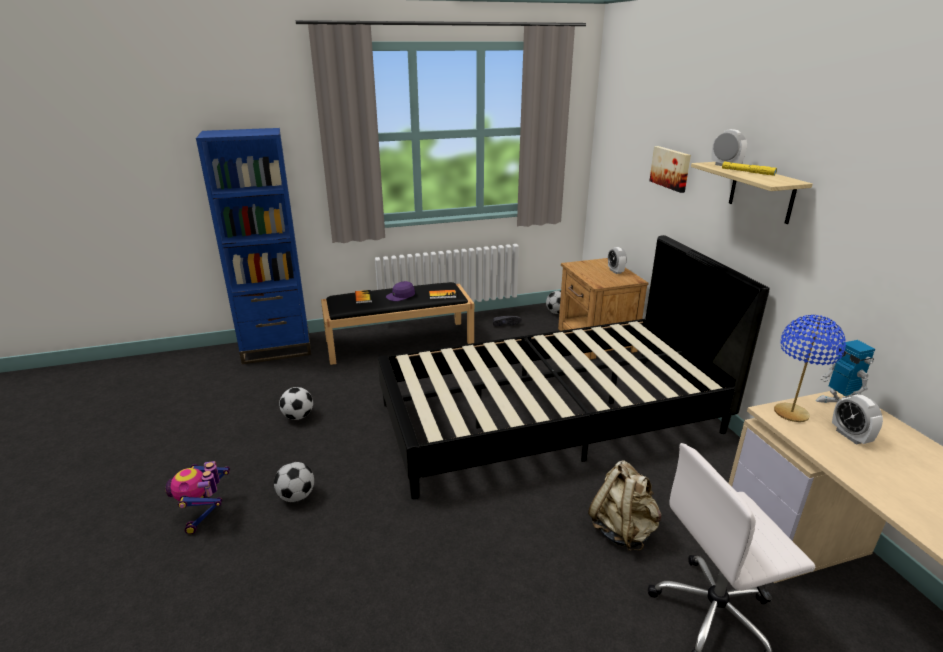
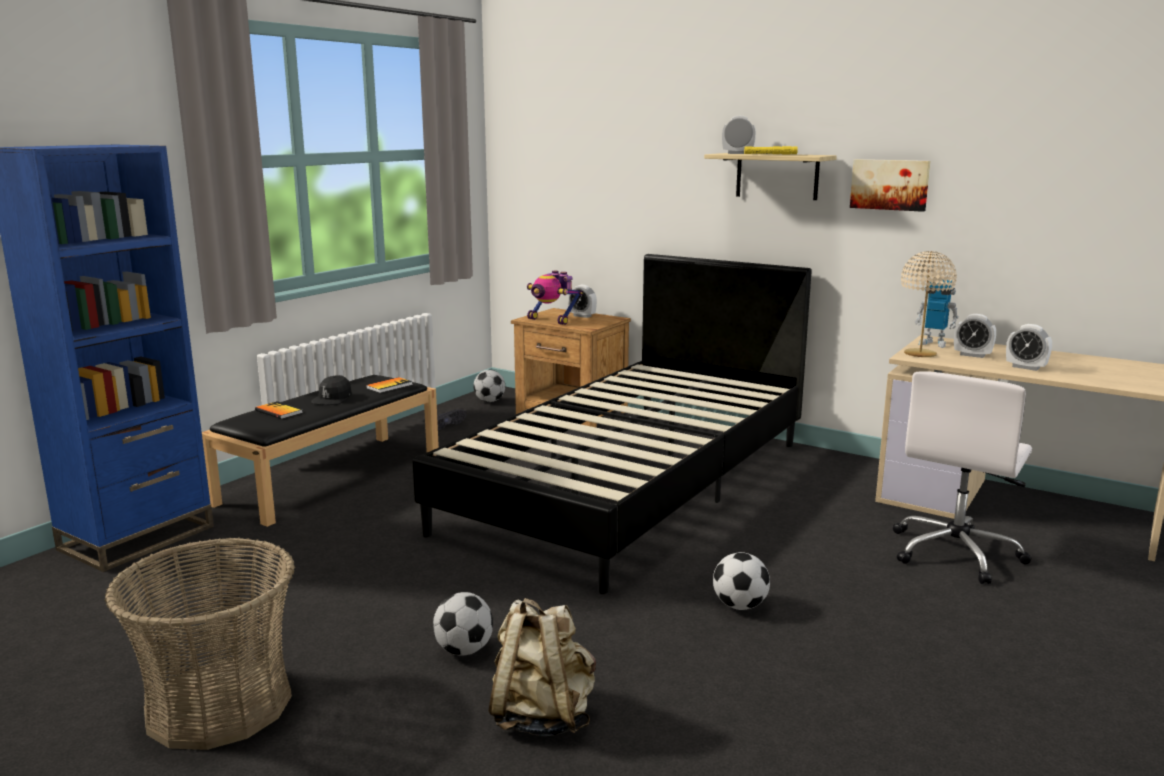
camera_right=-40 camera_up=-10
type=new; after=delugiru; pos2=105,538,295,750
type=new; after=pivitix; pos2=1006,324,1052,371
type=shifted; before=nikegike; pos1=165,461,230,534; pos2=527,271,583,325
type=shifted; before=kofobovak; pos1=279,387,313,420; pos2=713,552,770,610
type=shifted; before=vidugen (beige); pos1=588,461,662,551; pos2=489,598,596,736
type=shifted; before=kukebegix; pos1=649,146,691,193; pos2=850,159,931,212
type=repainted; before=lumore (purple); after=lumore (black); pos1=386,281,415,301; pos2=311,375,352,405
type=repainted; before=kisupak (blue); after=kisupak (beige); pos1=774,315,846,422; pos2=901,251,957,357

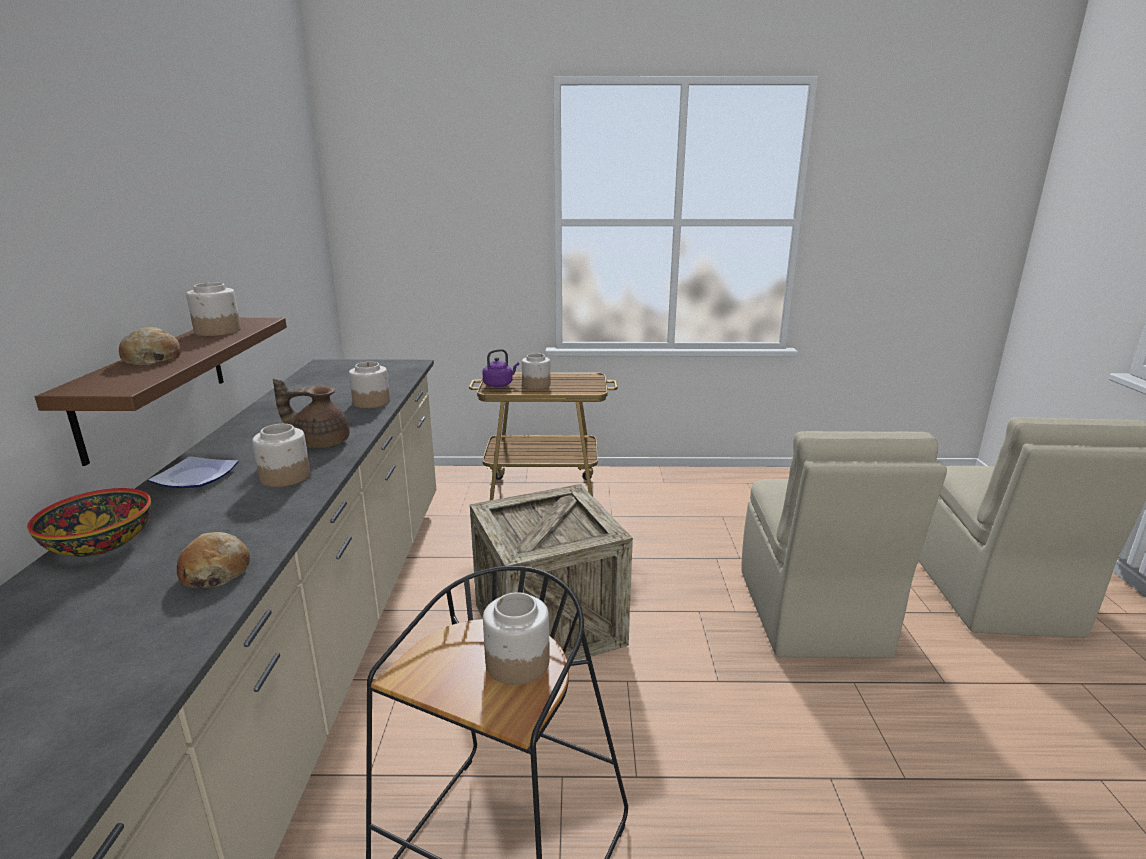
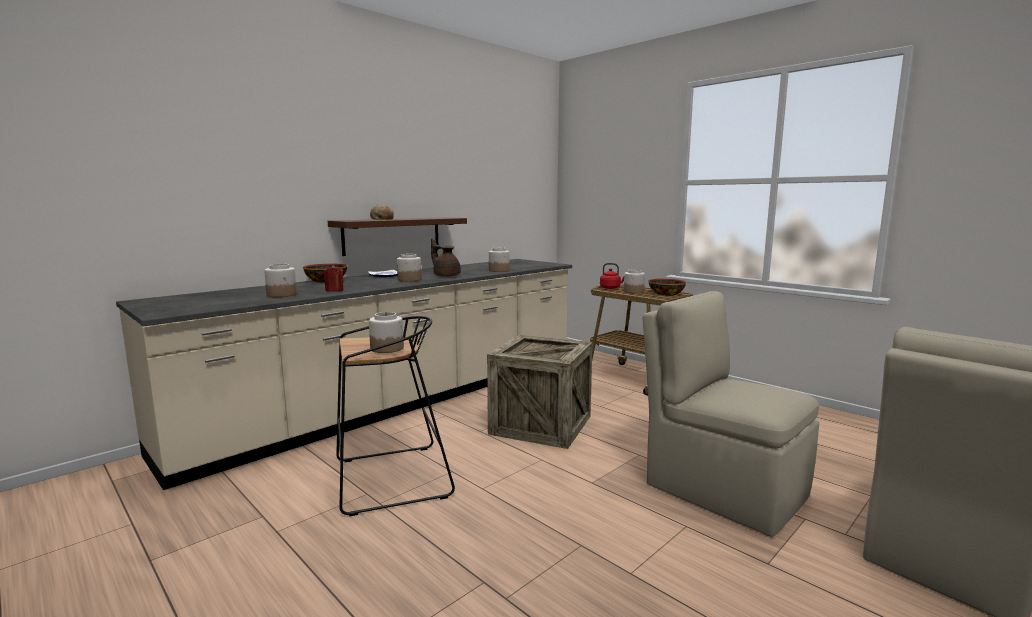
camera_right=45 camera_up=-10
type=new; after=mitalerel; pos2=648,279,686,296
type=shifted; before=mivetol; pos1=186,283,241,336; pos2=264,264,297,297
type=swapped; before=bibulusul; after=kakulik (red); pos1=177,532,250,588; pos2=324,265,343,292
type=repainted; before=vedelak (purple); after=vedelak (red); pos1=482,349,519,387; pos2=600,263,624,289
type=rotated; before=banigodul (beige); pos1=741,431,947,658; pos2=642,291,819,537; turn=90

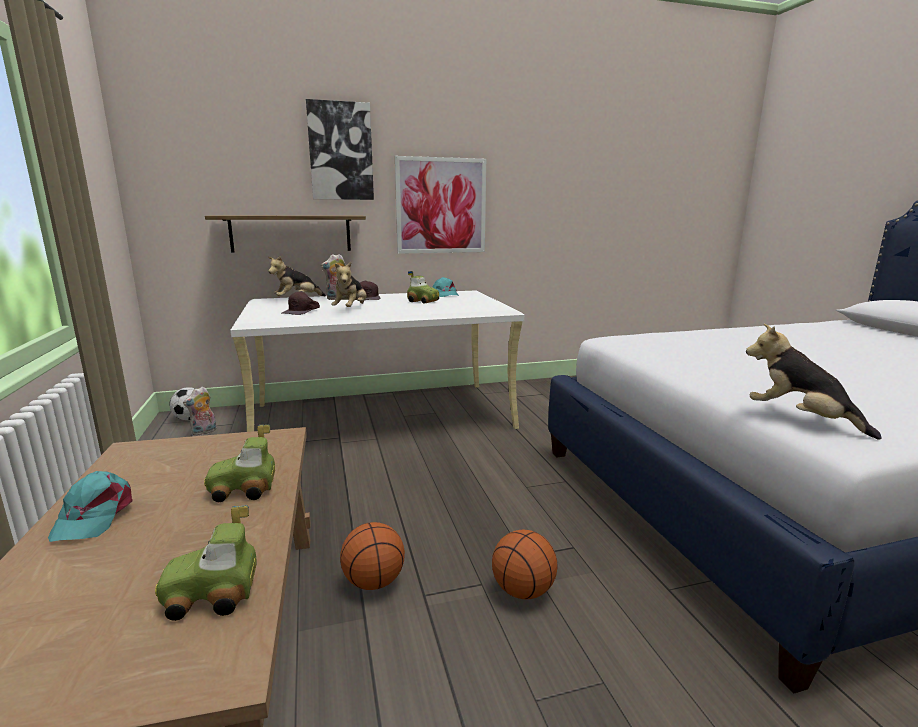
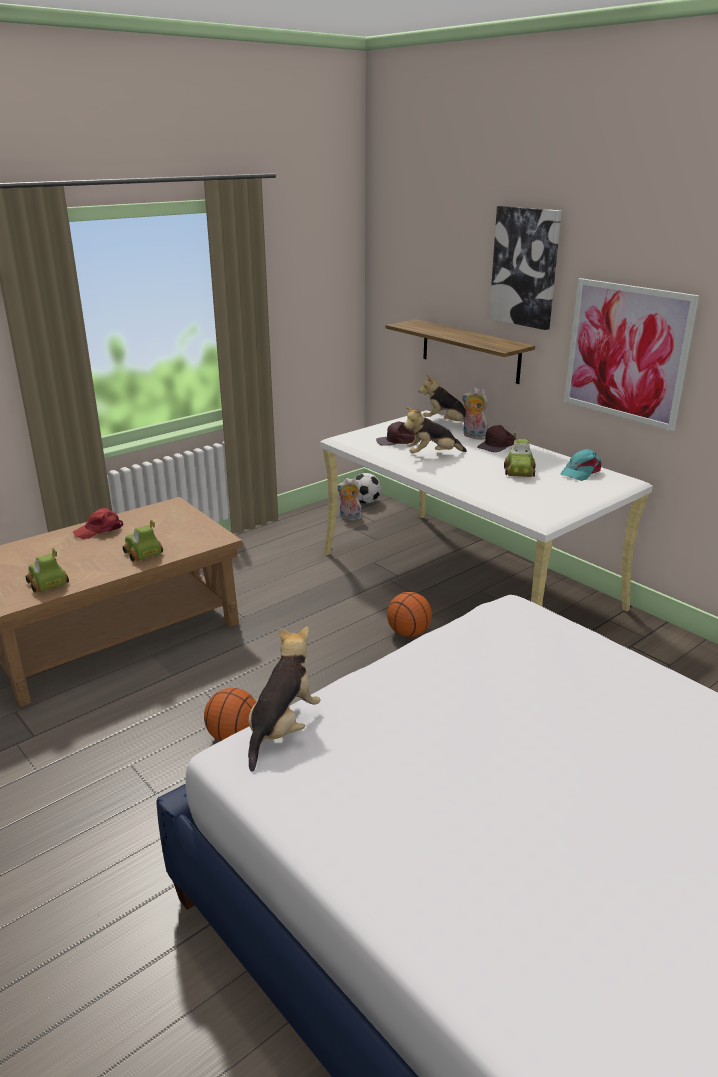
camera_right=65 camera_up=10
type=shifted; before=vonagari; pos1=340,522,405,590; pos2=387,592,432,637
type=repainted; before=lumore (turquoise); after=lumore (red); pos1=48,471,133,542; pos2=73,508,123,539

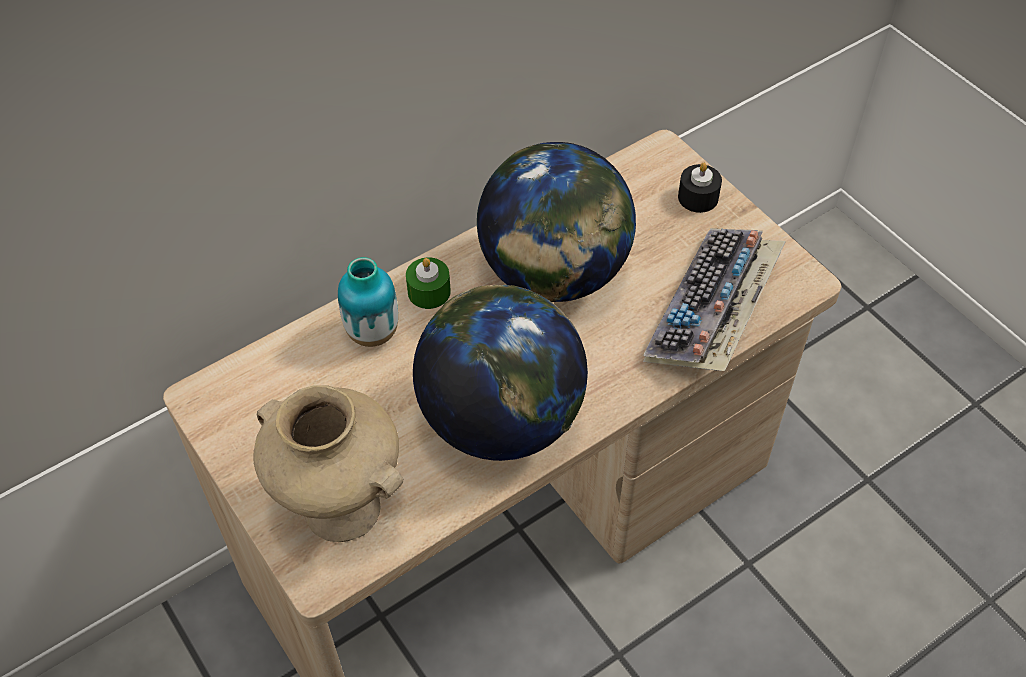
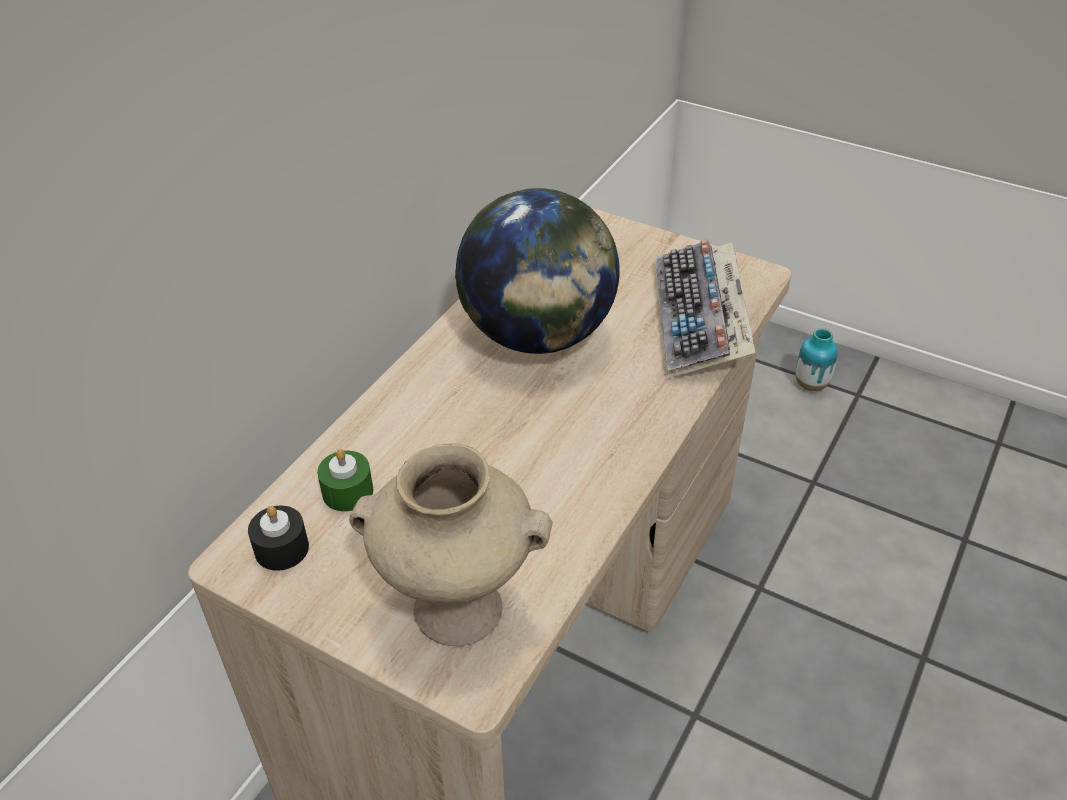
camera_right=-25 camera_up=-10
type=gone; before=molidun; pos1=413,285,588,461
type=shifted; before=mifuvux; pos1=338,257,398,347; pos2=795,328,838,391
type=shifted; before=kakulik (green); pos1=406,257,451,309; pos2=317,449,374,512
type=shifted; before=kakulik (black); pos1=678,163,722,213; pos2=248,506,309,571

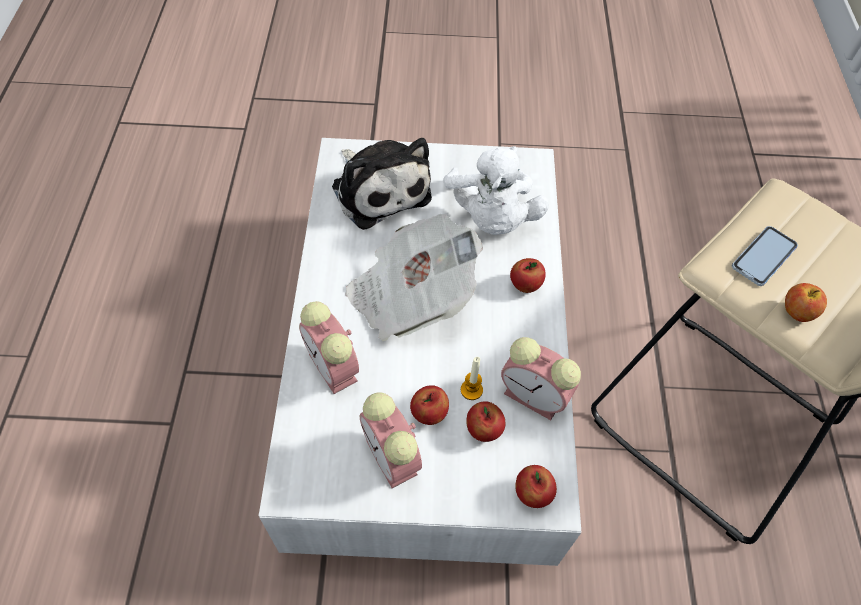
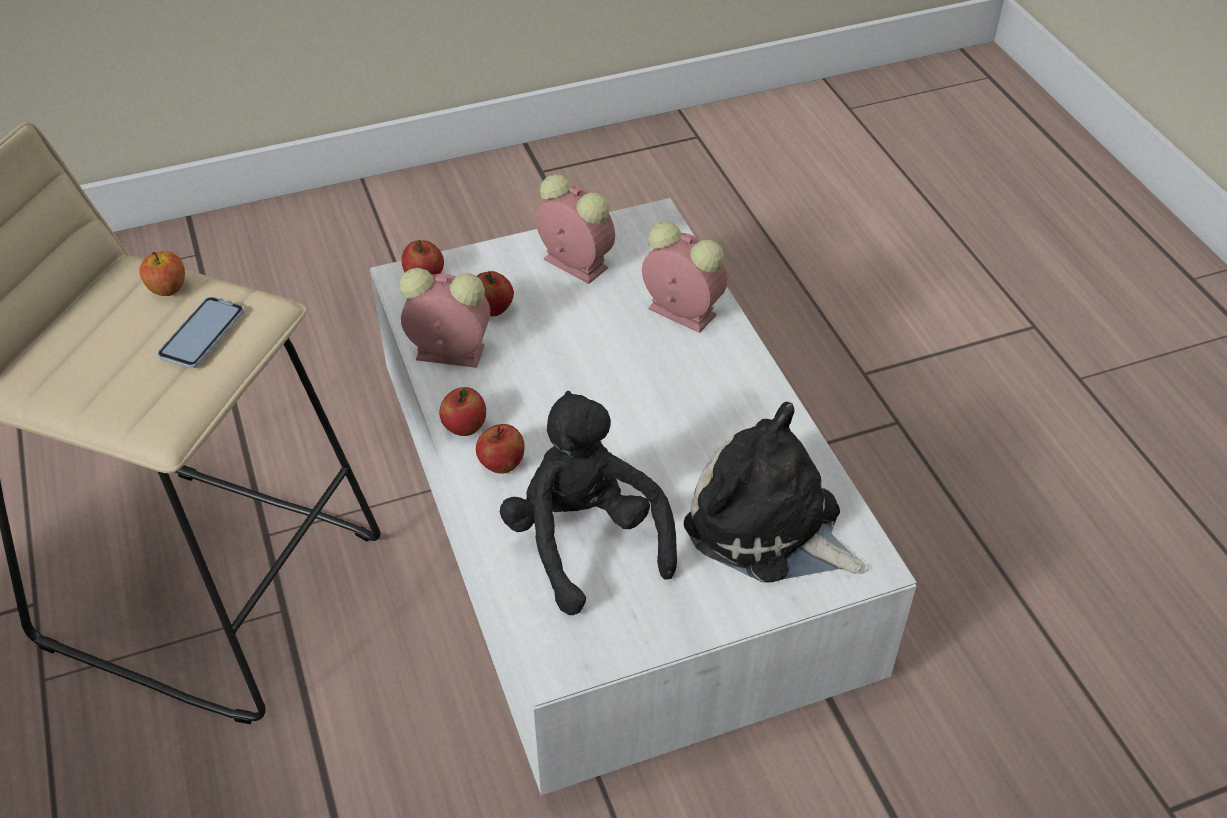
camera_right=160 camera_up=-10
type=gone; before=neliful; pos1=345,214,483,341
type=gone; before=kakulik; pos1=461,357,483,400
type=shifted; before=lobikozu; pos1=410,385,449,425; pos2=440,387,486,436
type=repainted; before=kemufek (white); after=kemufek (black); pos1=443,146,549,235; pos2=500,391,677,615

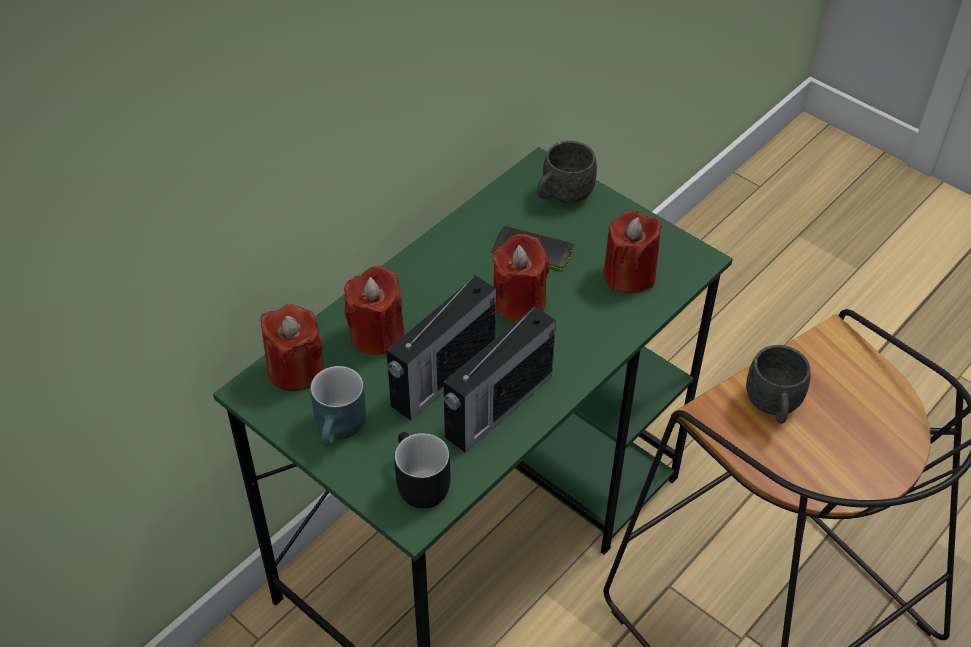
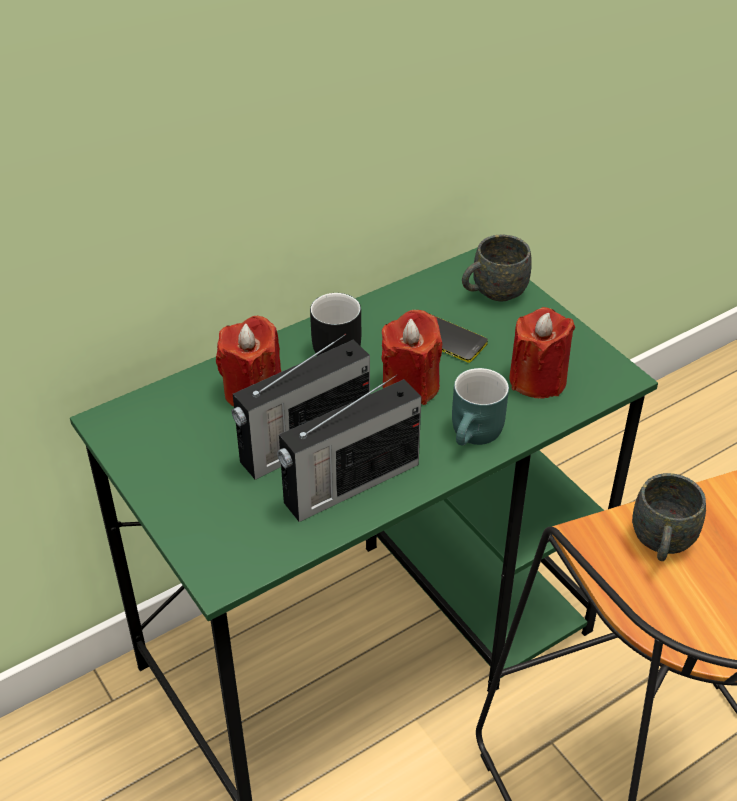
camera_right=15 camera_up=-5
type=gone; before=kakulik (red); pos1=260,304,324,391
type=shifted; before=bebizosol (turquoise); pos1=310,366,366,446; pos2=452,368,509,445
type=shifted; before=bebizosol (black); pos1=394,432,450,509; pos2=310,293,361,356

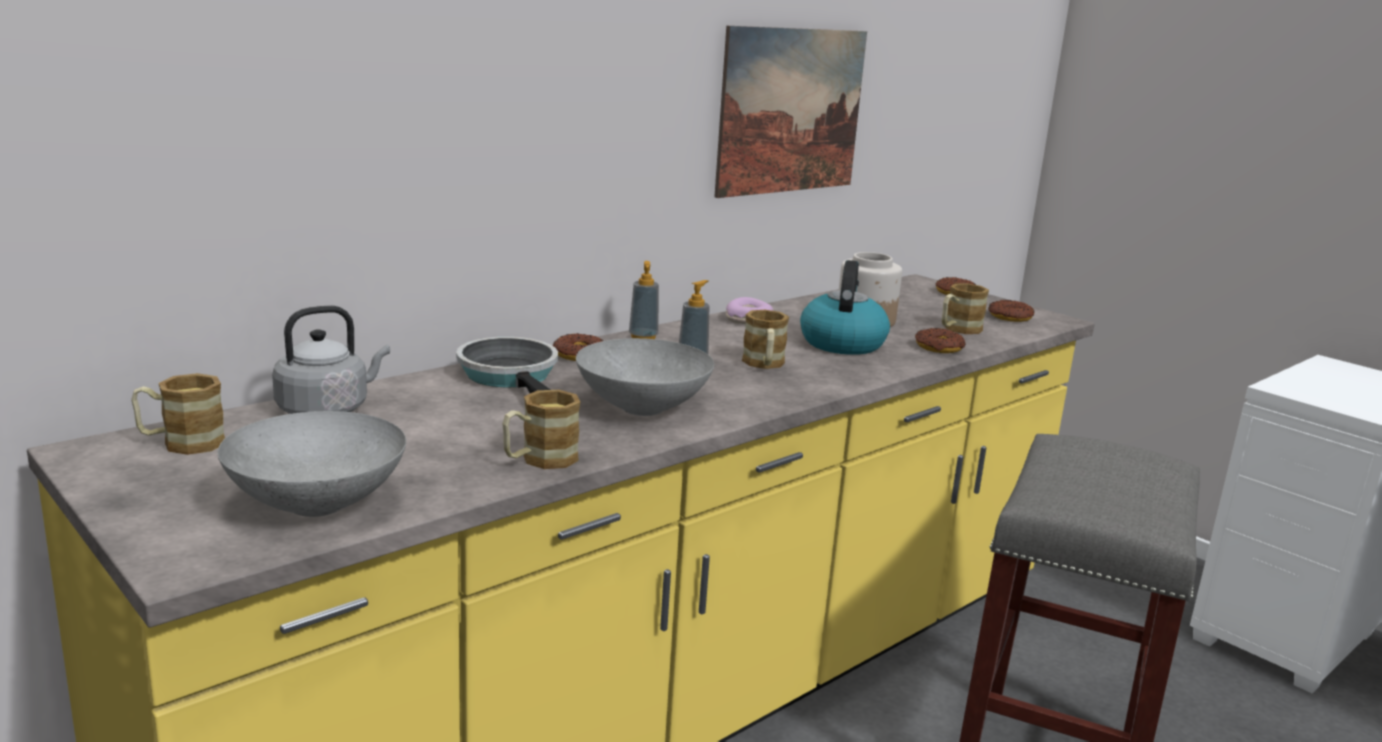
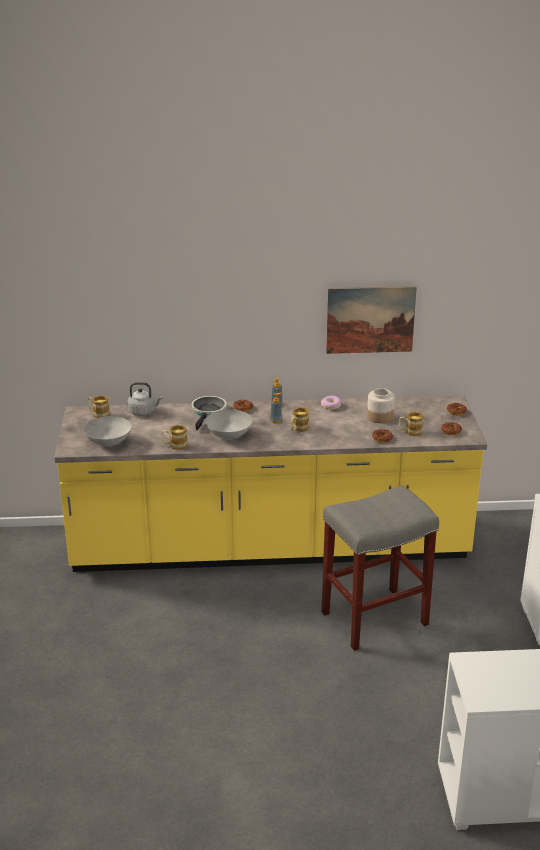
camera_right=40 camera_up=10
type=gone; before=vedelak; pos1=800,260,890,355

